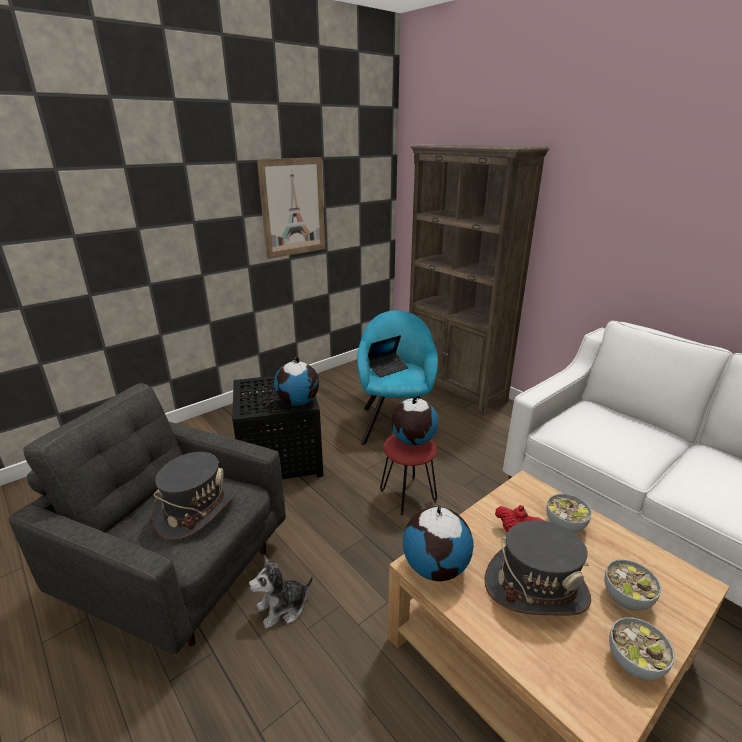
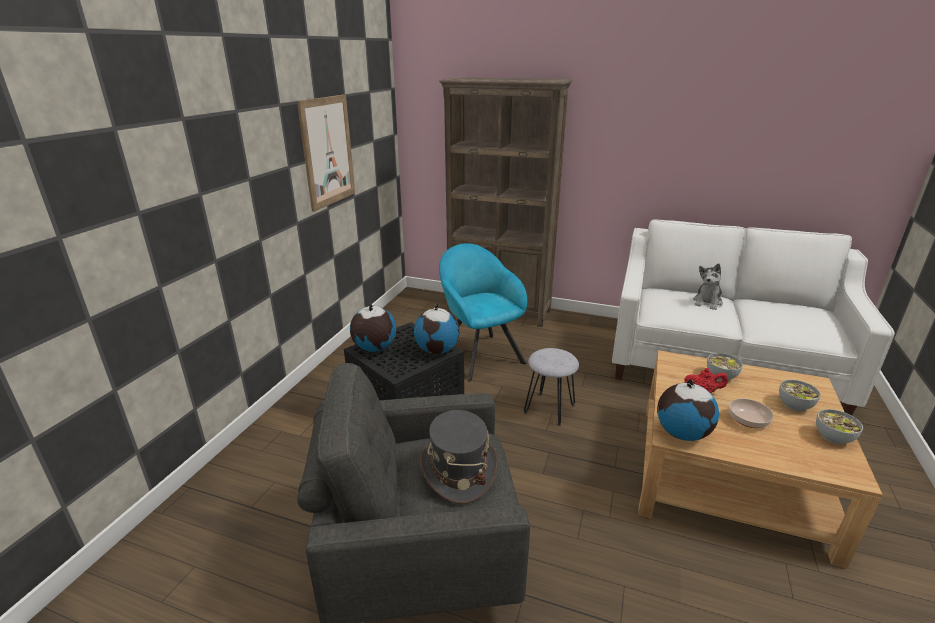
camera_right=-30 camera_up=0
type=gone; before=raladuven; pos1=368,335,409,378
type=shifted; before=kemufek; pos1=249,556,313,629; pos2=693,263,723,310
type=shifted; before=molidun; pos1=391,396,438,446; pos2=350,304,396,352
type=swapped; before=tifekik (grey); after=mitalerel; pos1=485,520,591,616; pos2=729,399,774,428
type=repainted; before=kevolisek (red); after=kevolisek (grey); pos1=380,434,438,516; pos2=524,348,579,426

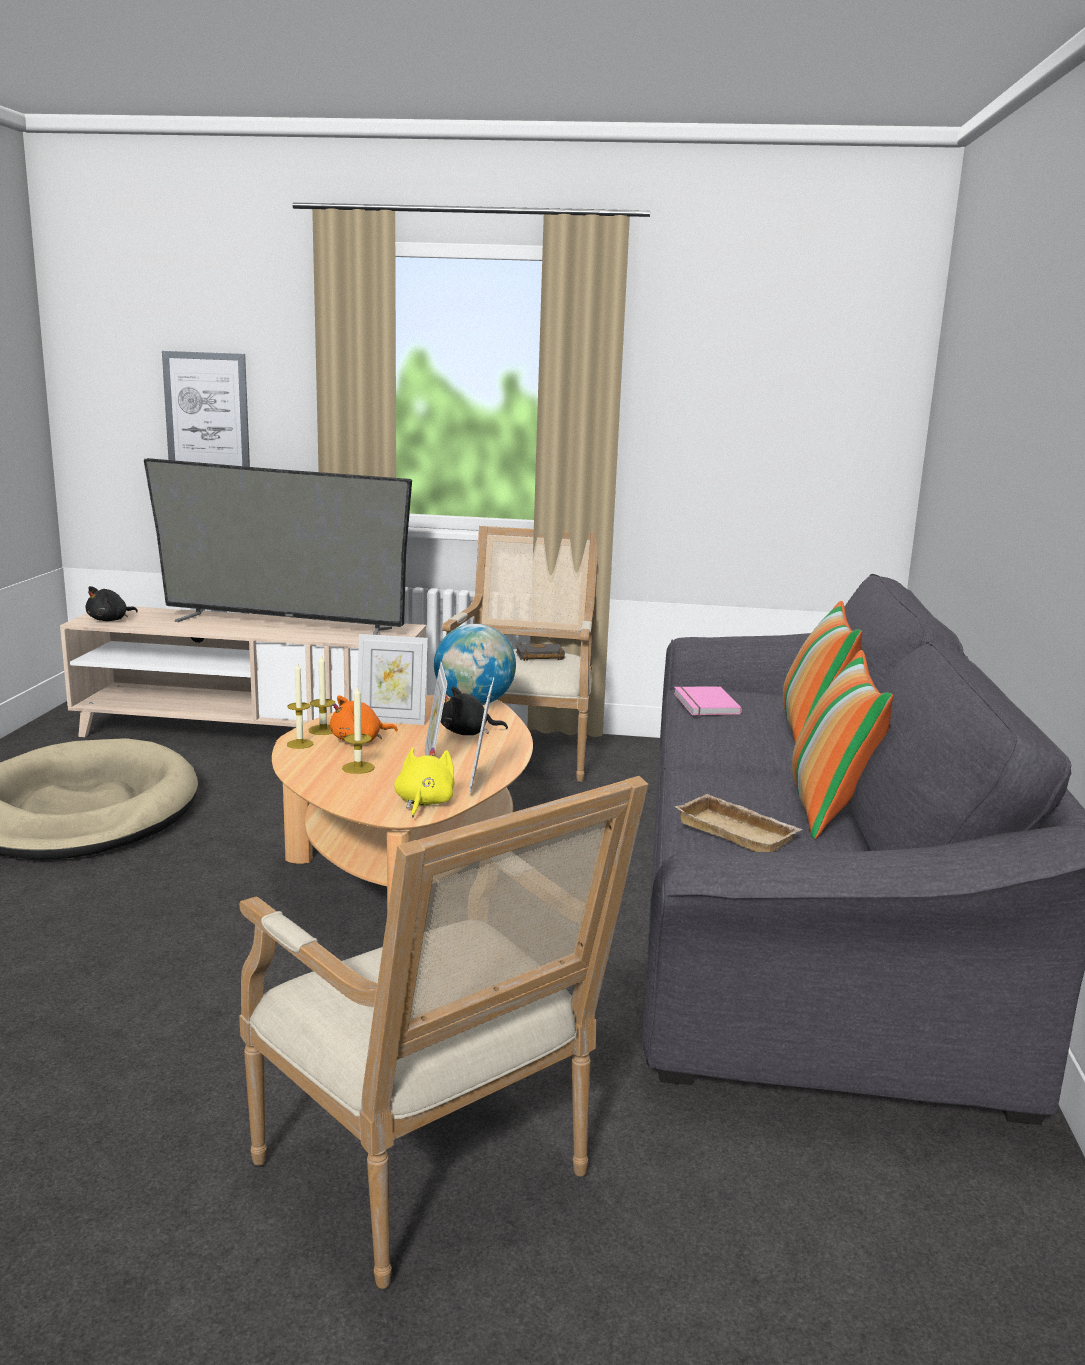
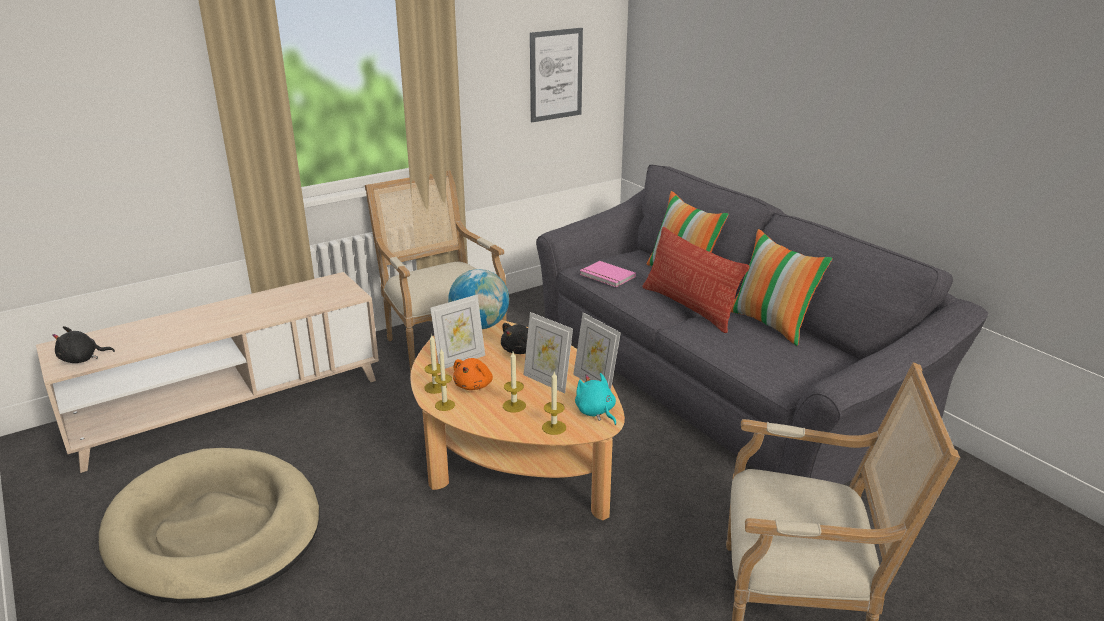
camera_right=-40 camera_up=10
type=gone; before=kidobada; pos1=144,458,412,635
type=gone; before=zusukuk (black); pos1=516,642,565,661
type=gone; before=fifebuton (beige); pos1=675,794,803,852
type=new; after=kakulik; pos2=542,372,566,435
type=new; after=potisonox; pos2=642,227,750,333
type=shifted; before=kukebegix; pos1=162,351,250,467; pos2=530,28,583,122
type=repainted; before=kemufek (yellow); after=kemufek (turquoise); pos1=394,748,455,817; pos2=575,373,616,425
type=rotated; before=kemufek (black); pos1=86,586,138,621; pos2=52,326,115,363; turn=75

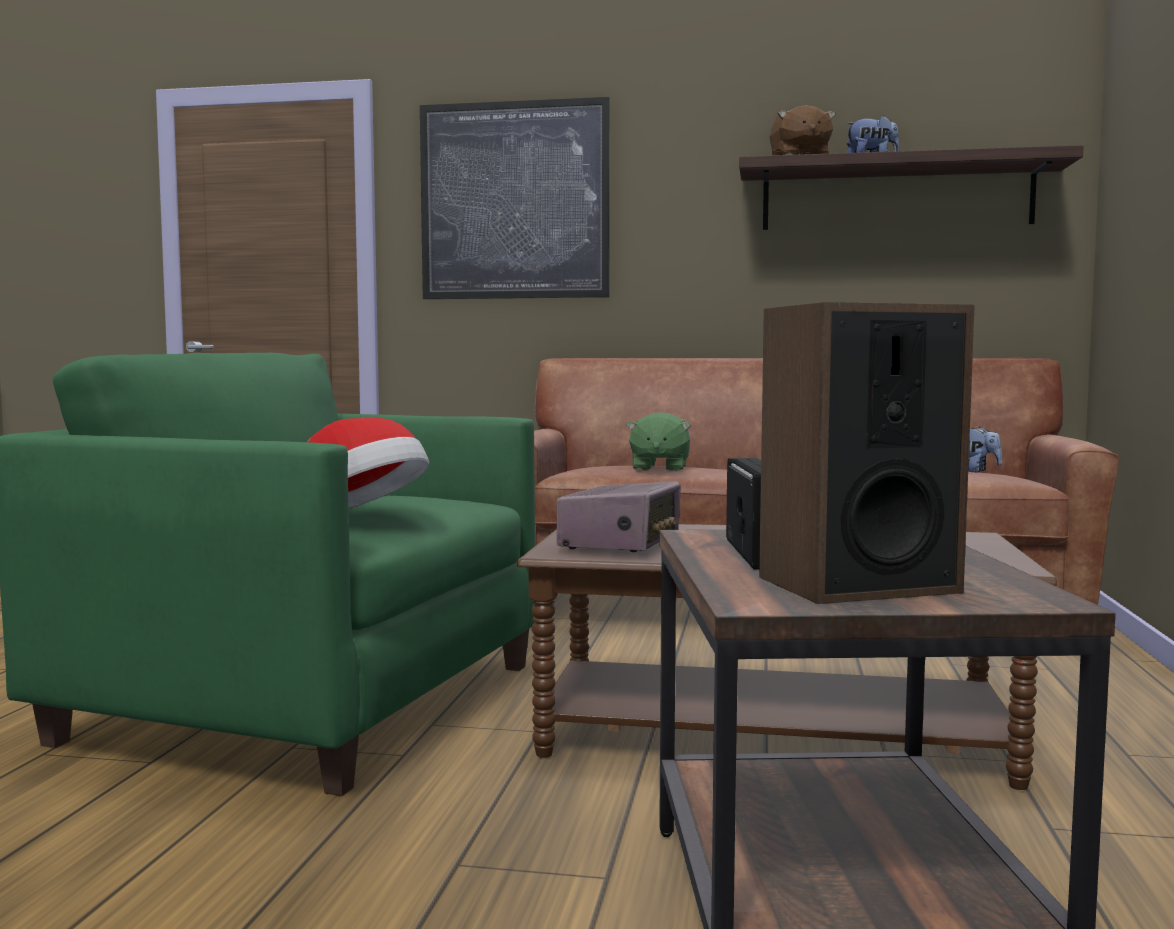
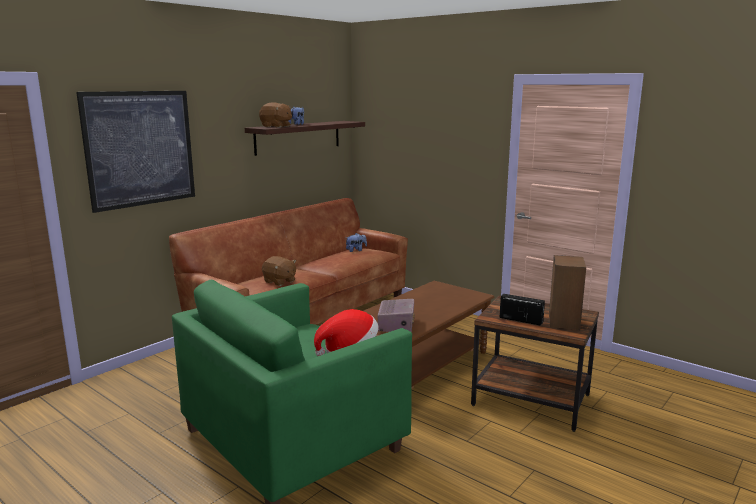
camera_right=-60 camera_up=10
type=repainted; before=kemufek (green); after=kemufek (brown); pos1=626,412,691,471; pos2=262,256,296,286
type=rotated; before=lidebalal; pos1=557,482,681,552; pos2=377,299,415,332; turn=45

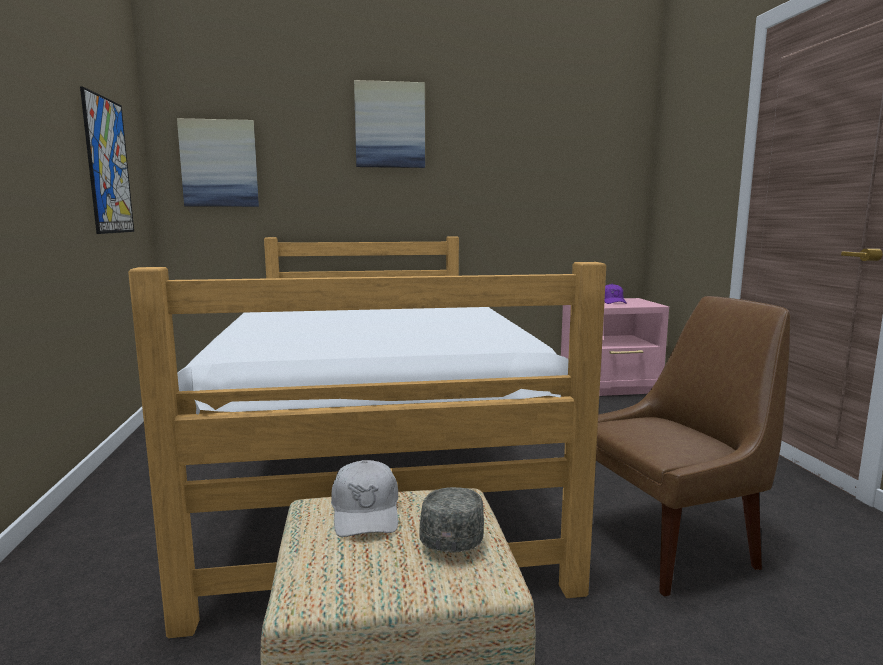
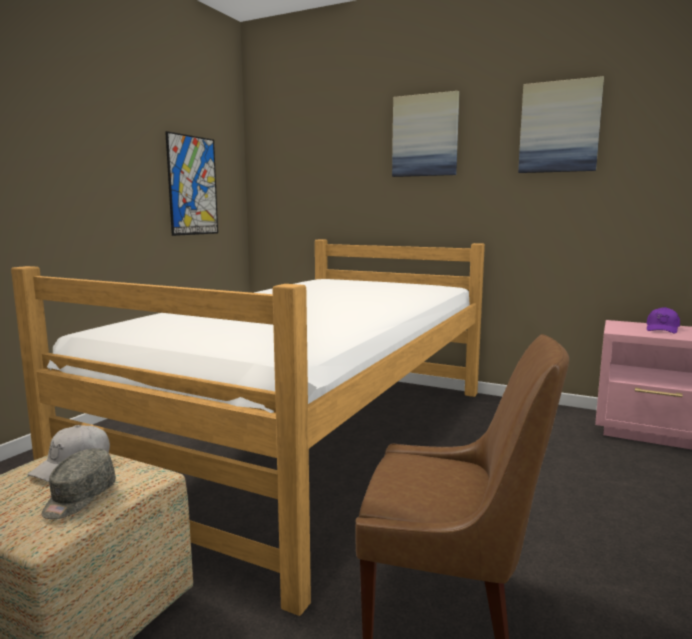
camera_right=35 camera_up=0
type=shifted; before=kukebegix; pos1=177,118,259,207; pos2=518,76,604,173
type=rotated; before=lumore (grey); pos1=420,487,484,552; pos2=41,448,116,519; turn=150

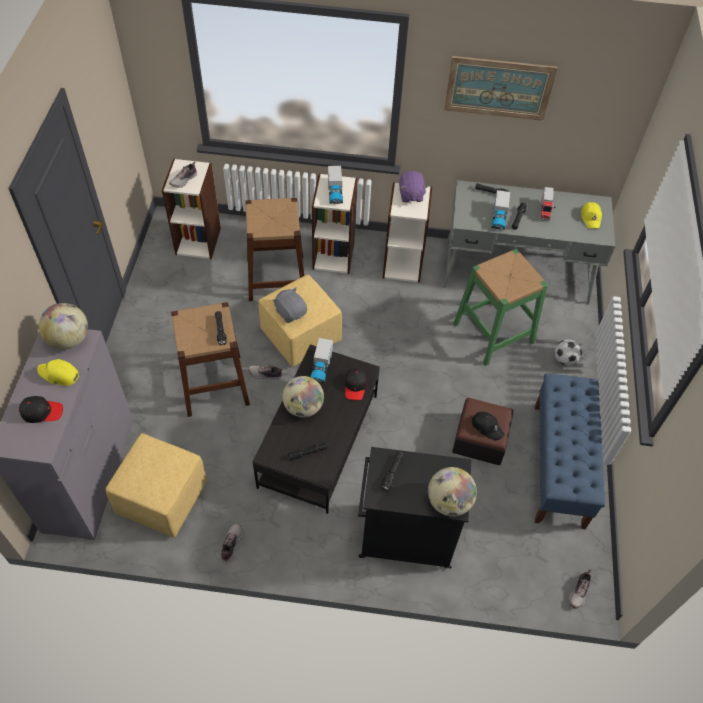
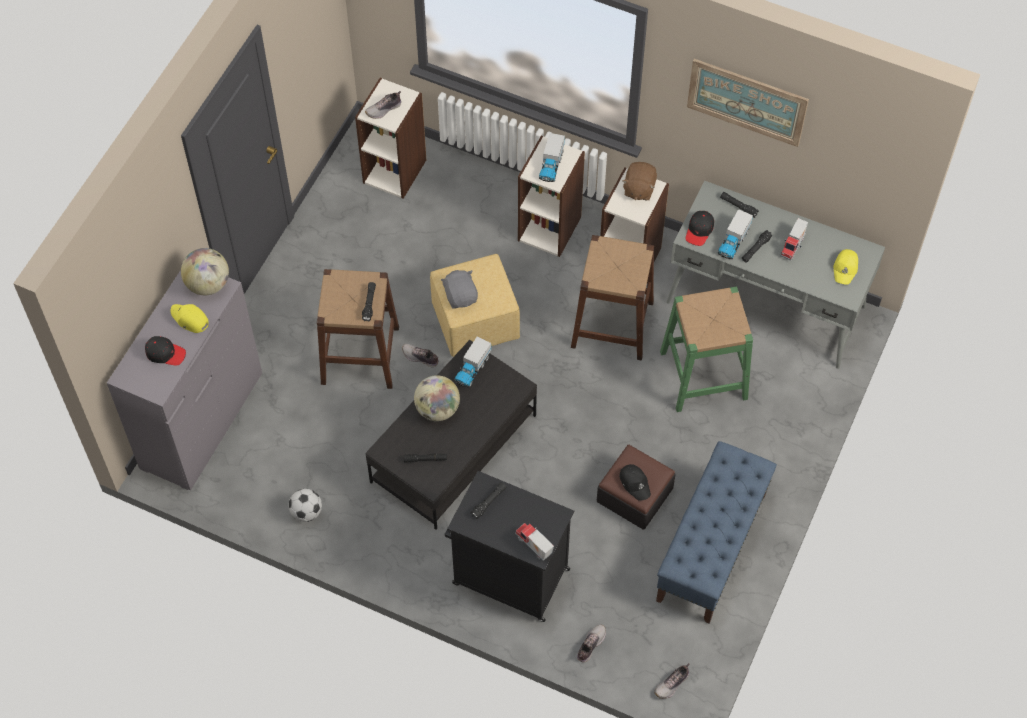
camera_right=20 camera_up=5
type=gone; before=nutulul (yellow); pos1=106,433,207,537
type=shifted; before=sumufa; pos1=221,524,242,562; pos2=577,625,606,663
type=shifted; before=kevolisek (brown); pos1=245,198,304,301; pos2=571,235,654,361
type=shifted; before=lumore (black); pos1=345,368,367,400; pos2=686,211,714,246
type=shifted; before=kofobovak; pos1=555,339,582,366; pos2=289,489,322,522
type=swapped; before=molidun; after=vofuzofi; pos1=428,467,477,516; pos2=515,523,554,561
type=repainted; before=kemufek (purple); after=kemufek (brown); pos1=399,171,428,202; pos2=622,162,657,201

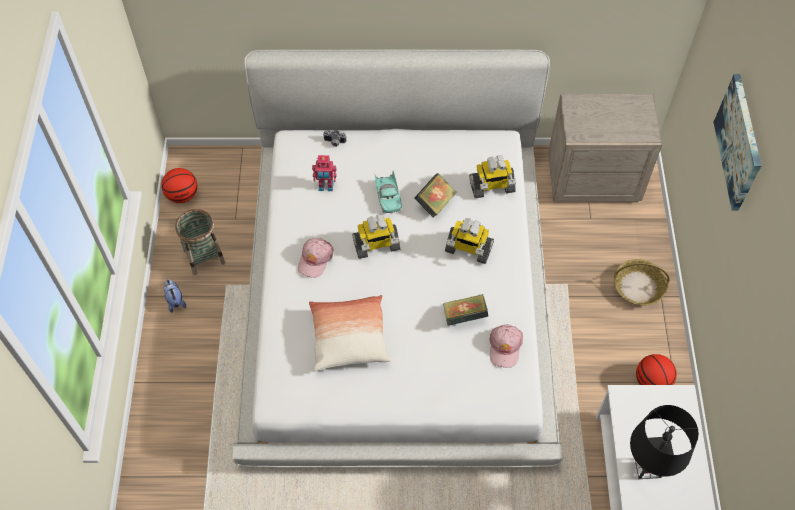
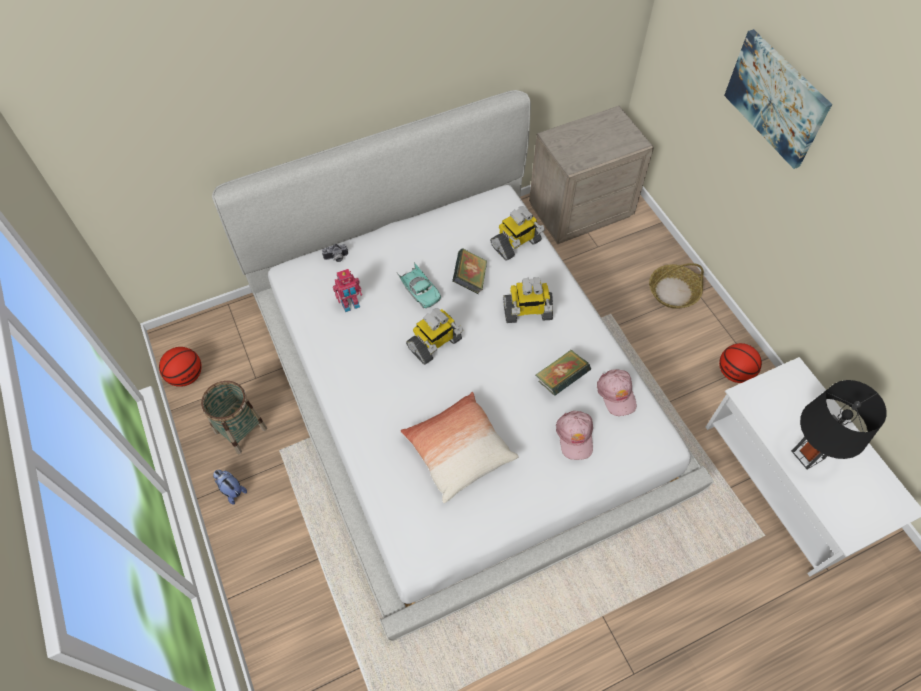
camera_right=-25 camera_up=0
type=shifted; before=lumore (pink); pos1=298,238,334,278; pos2=556,411,593,460

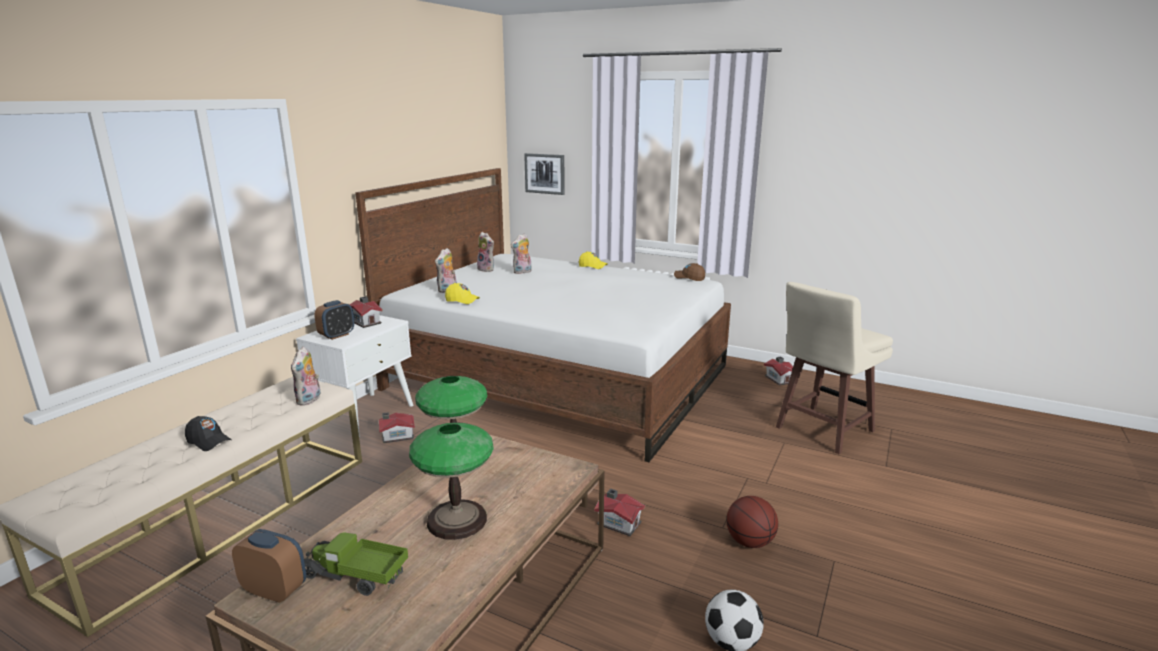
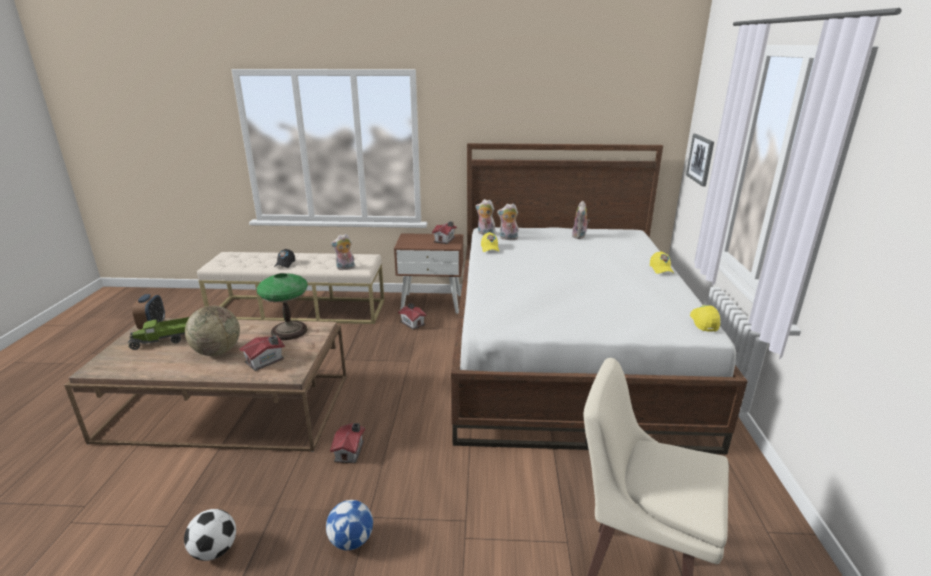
camera_right=65 camera_up=5
type=gone; before=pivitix; pos1=314,300,354,340
type=shifted; before=kemufek; pos1=511,234,532,274; pos2=476,199,495,235
type=shifted; before=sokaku; pos1=764,357,793,385; pos2=239,335,285,371
type=swapped; before=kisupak; after=molidun; pos1=409,422,494,540; pos2=185,306,240,356
type=swapped; before=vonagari; after=kofobovak; pos1=726,496,778,548; pos2=326,500,373,550
type=repainted; before=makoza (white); after=makoza (brown); pos1=296,315,413,438; pos2=394,233,463,314
type=repainted; before=lumore (brown); after=lumore (yellow); pos1=674,263,705,281; pos2=690,305,720,332
type=rotated; before=vofuzofi; pos1=304,532,408,596; pos2=128,317,189,350; turn=-105

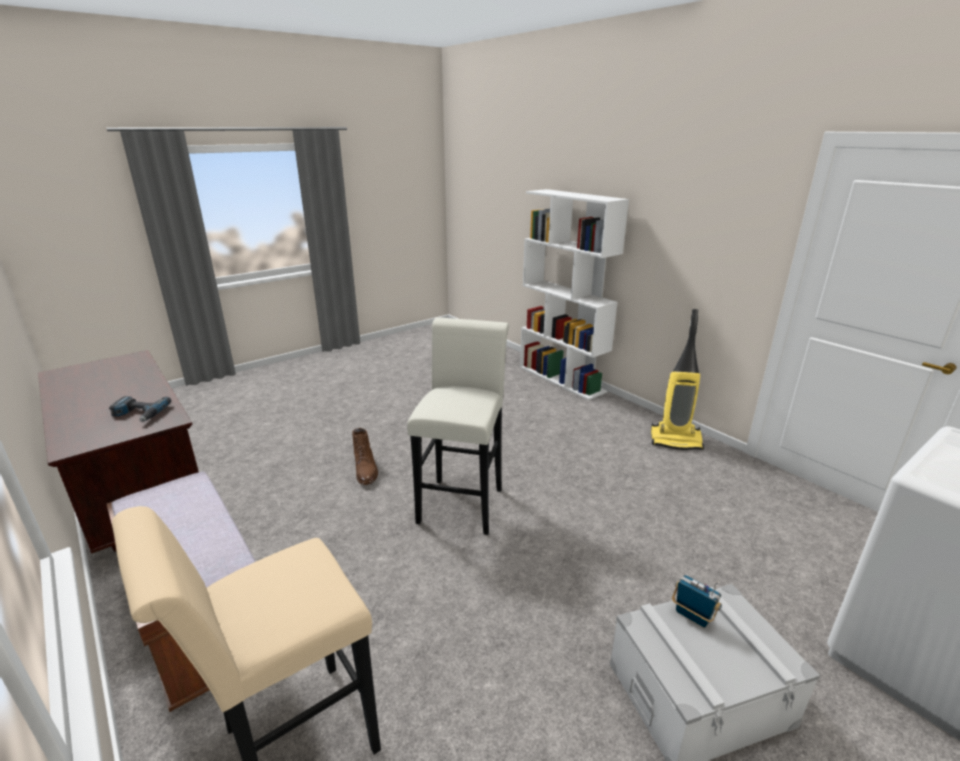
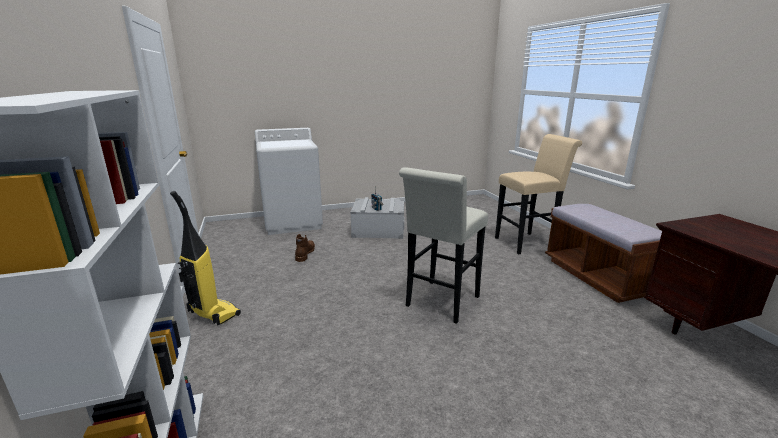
camera_right=-160 camera_up=-5
type=gone; before=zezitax; pos1=109,396,171,422
type=shifted; before=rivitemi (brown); pos1=352,428,378,485; pos2=295,234,315,262

